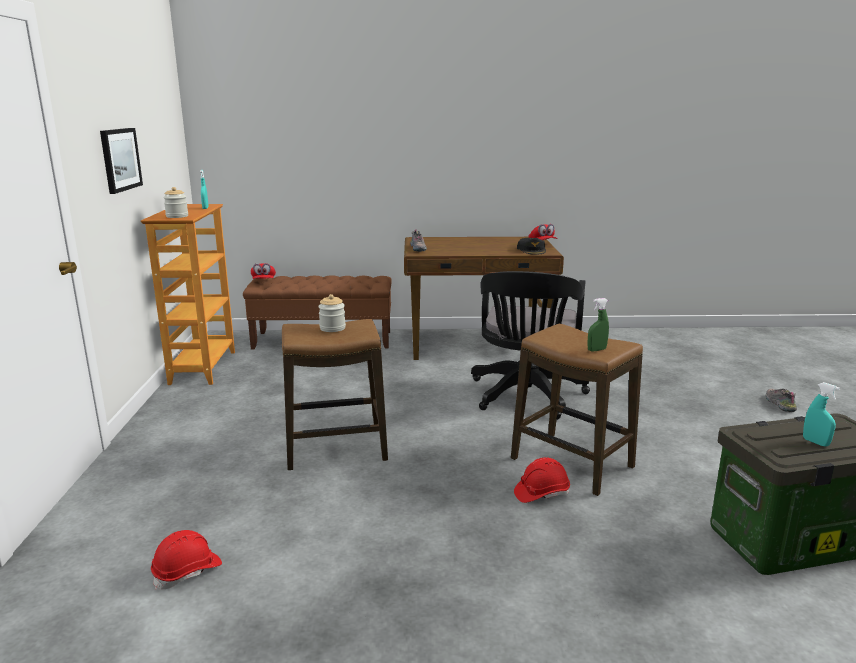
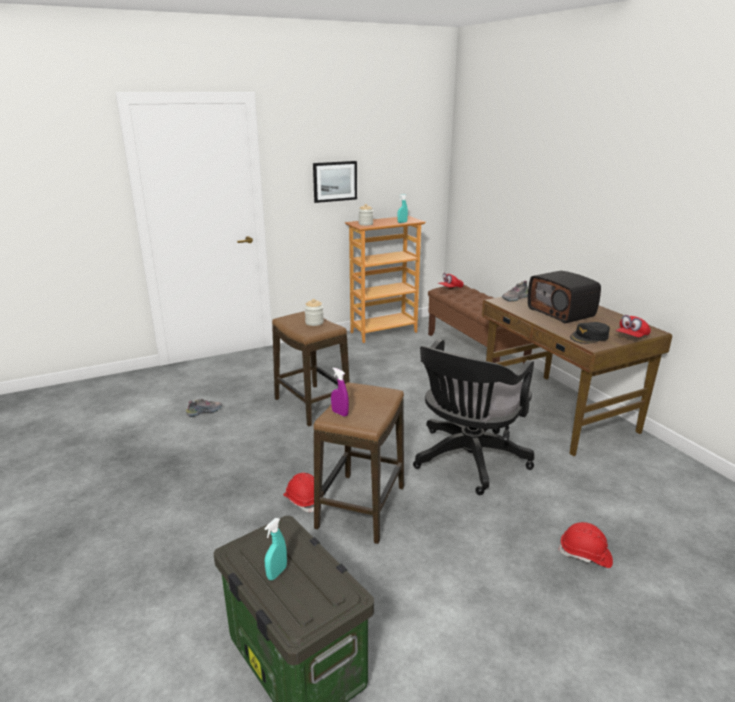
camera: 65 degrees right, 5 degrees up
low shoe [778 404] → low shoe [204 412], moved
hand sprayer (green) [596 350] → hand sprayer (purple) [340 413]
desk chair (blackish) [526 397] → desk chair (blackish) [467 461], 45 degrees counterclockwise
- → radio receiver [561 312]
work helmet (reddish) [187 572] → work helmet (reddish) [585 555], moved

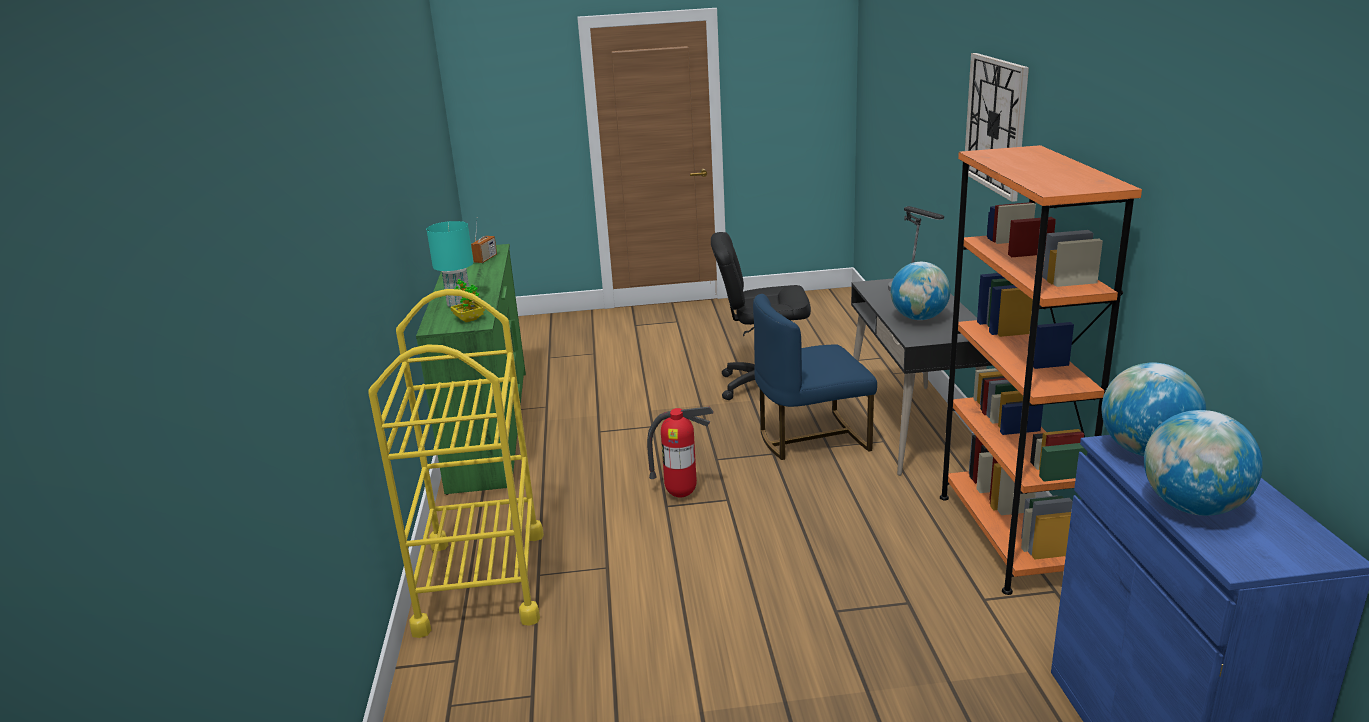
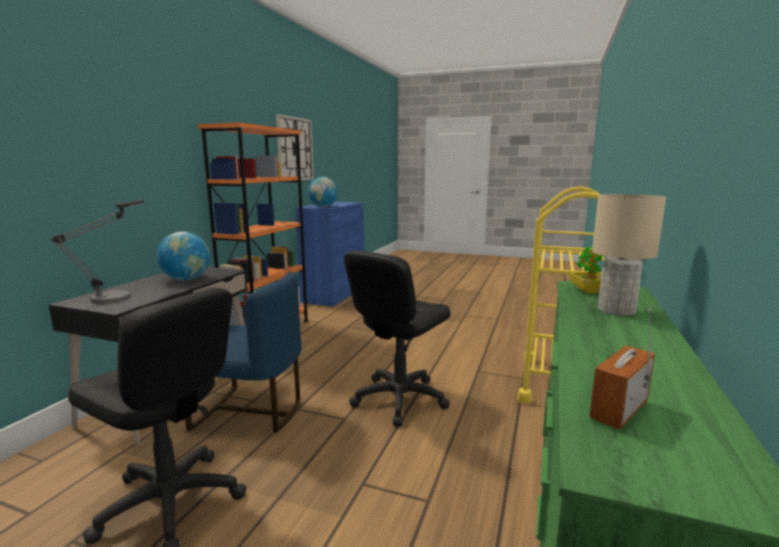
camera: 155 degrees left, 10 degrees down
wall clock [996 124] → wall clock [295 149], moved
fire extinguisher [681 494] → desk chair (blackish) [399 399]
lamp for a table (turquoise) [458 303] → lamp for a table (sand-coloured) [617 311]
globe [1193 507] → -

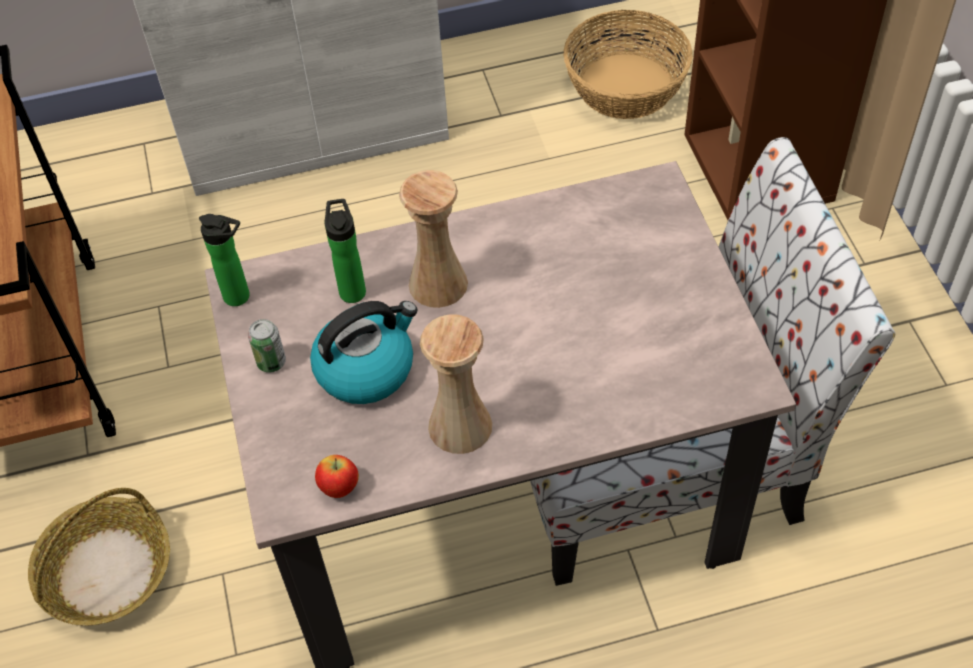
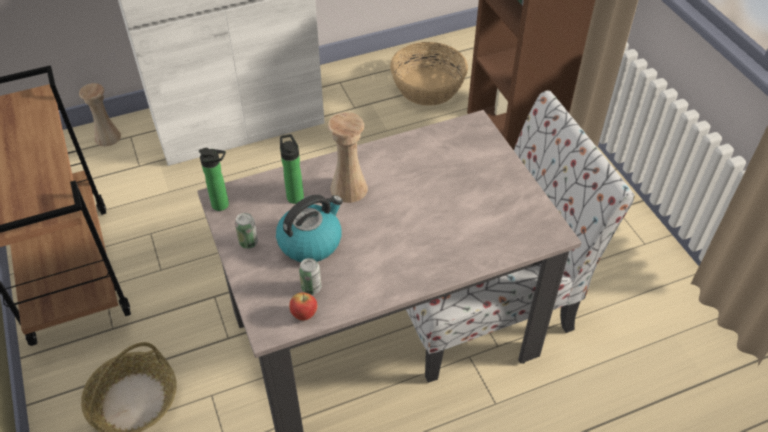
camera: 10 degrees left, 5 degrees down
flower vase (sand-coloured) [460 426] → flower vase (sand-coloured) [107 137], moved
- → can [311 288]

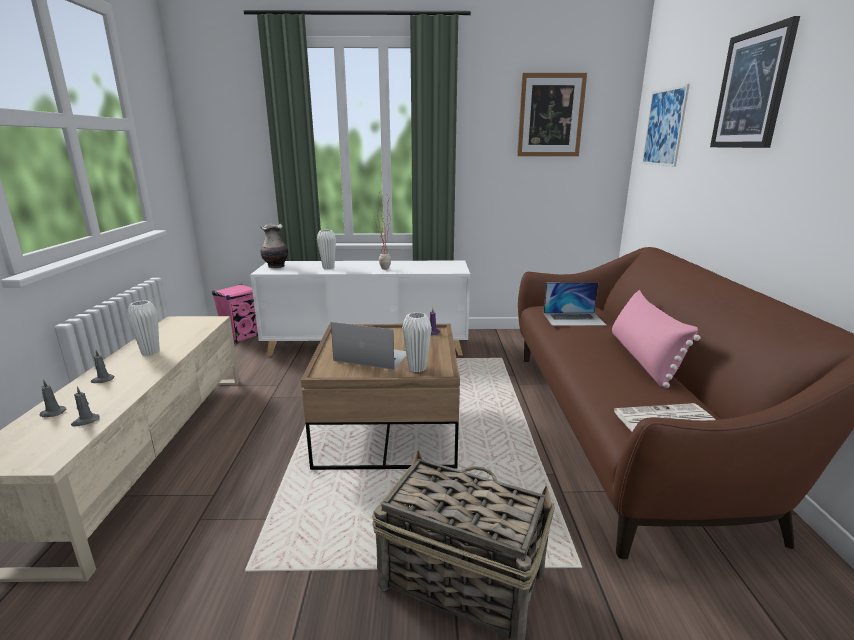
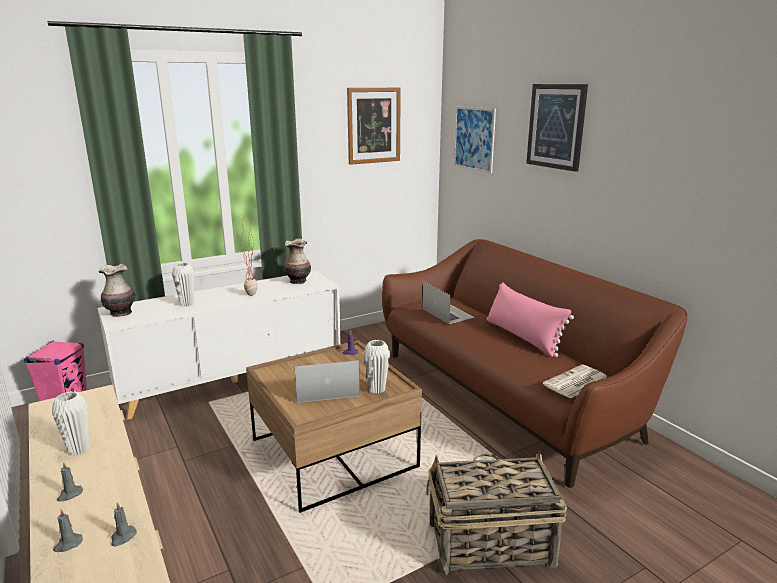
camera: 30 degrees left, 0 degrees up
- → flower vase [298 281]
laptop [574 319] → laptop [447 313], 90 degrees counterclockwise

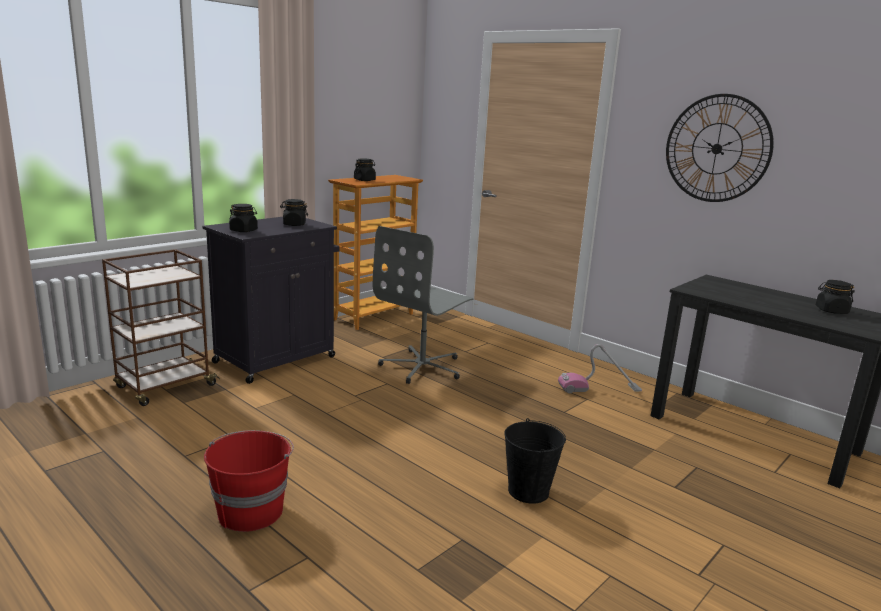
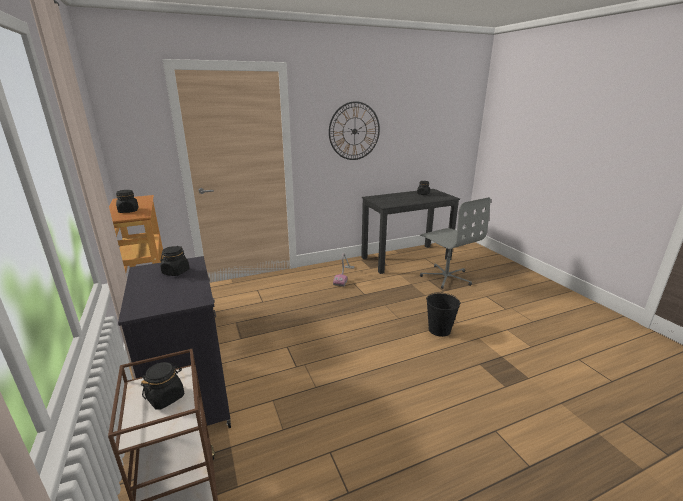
camera: 65 degrees left, 5 degrees up
preserve jar (blackish) [244 230] → preserve jar (blackish) [166 397], moved
desk chair (gray) [423 367] → desk chair (gray) [446 277], moved
bucket (reddish) [251 510] → -

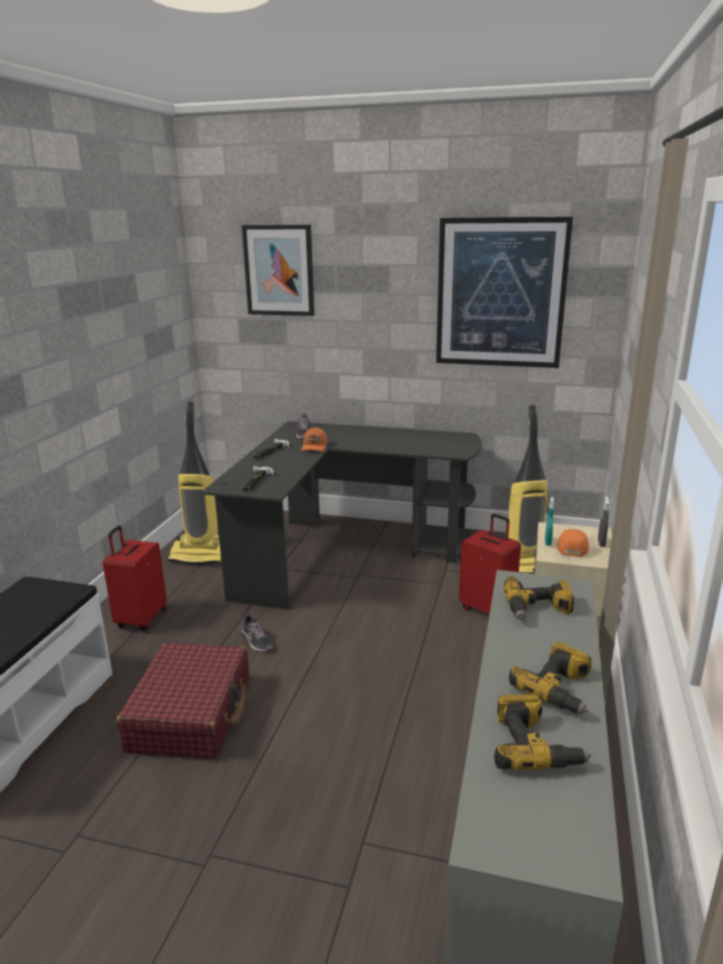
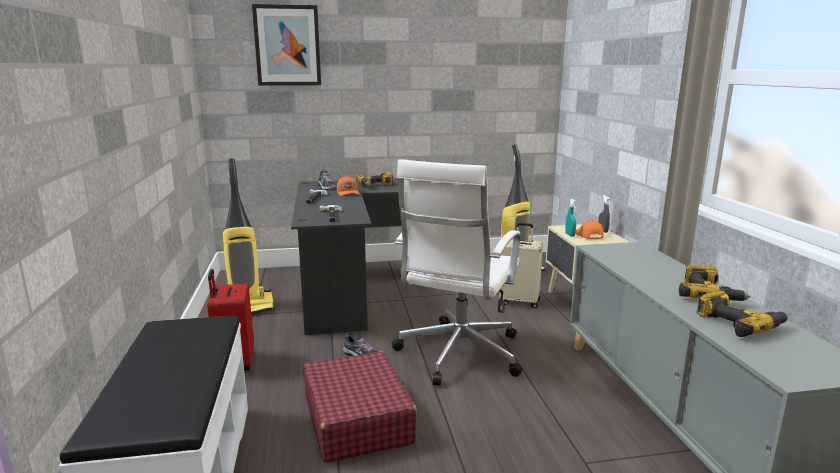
camera: 25 degrees left, 5 degrees down
power drill [538 609] → power drill [375 186], moved
- → desk chair (white-coloured) [458 355]
piece of luggage (reddish) [488 609] → piece of luggage (sand-coloured) [520 301]
wall picture [500 293] → -

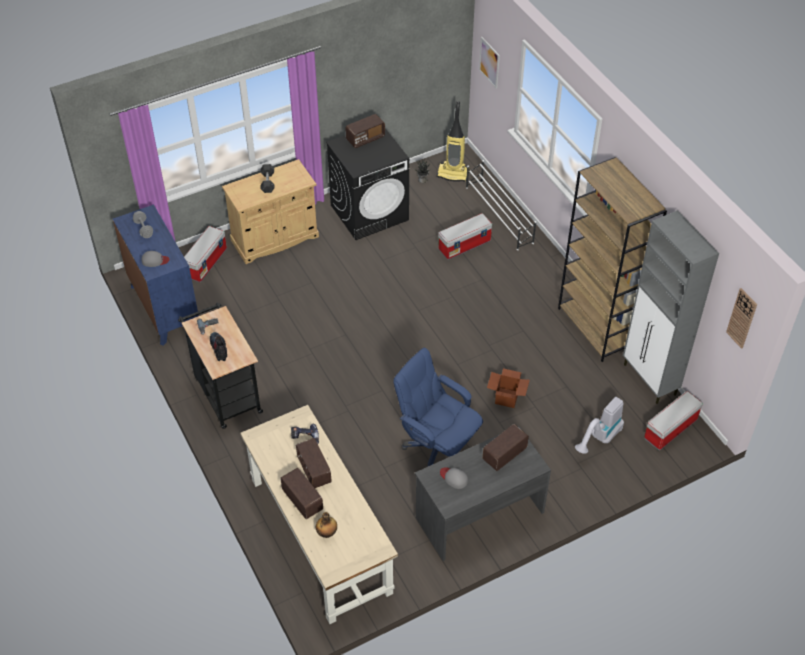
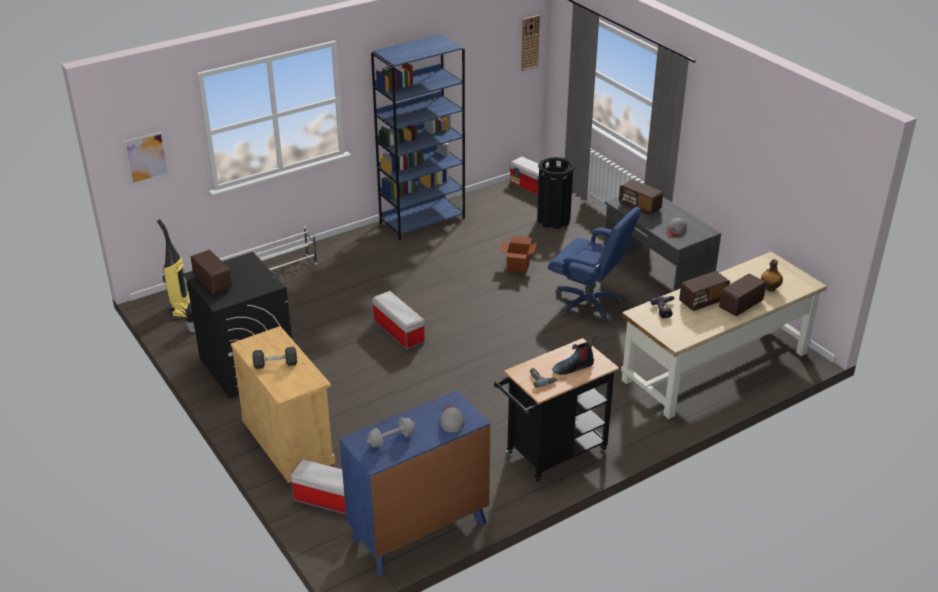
camera: 95 degrees left, 15 degrees down
bookshelf (brownish) [597 327] → bookshelf (bluish) [422 220]
storage container [464 245] → storage container [398 331], moved
vacuum cleaner [599 439] → rubbish bin (blackish) [553 220]
desk chair (bluish) [437 448] → desk chair (bluish) [589 303], 90 degrees counterclockwise
cabinet (gray) [650 380] → -

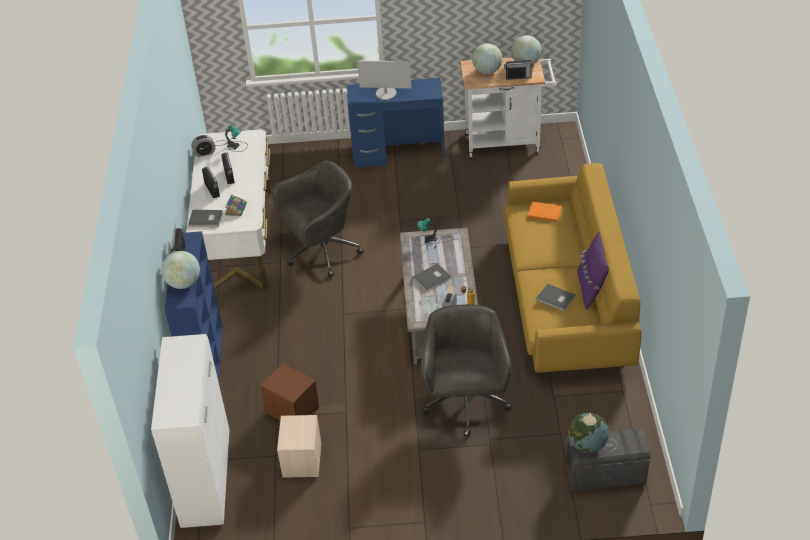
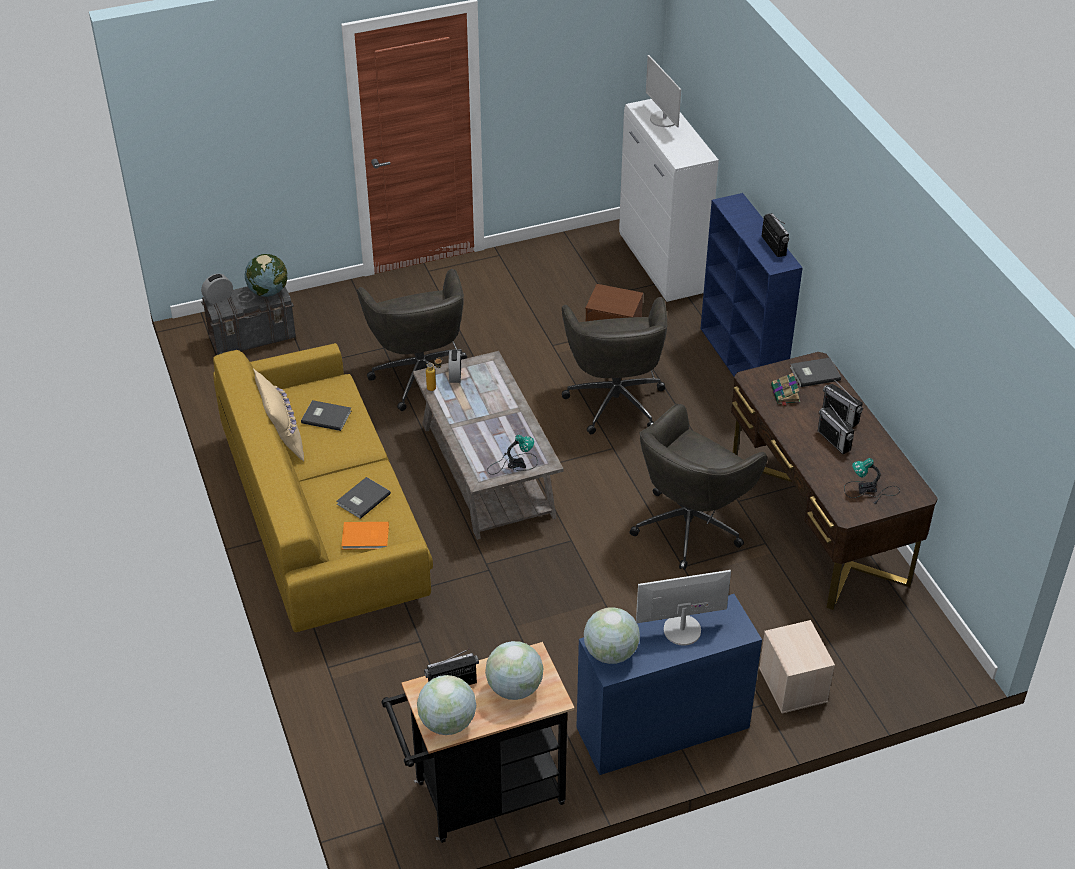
camera: 160 degrees right, 0 degrees up
table clock [204 153] → table clock [218 298], moved
pillow (purple) [591 289] → pillow (sand-coloured) [282 440]
volume (gray) [432 279] → volume (gray) [362 499], moved
trolley (white-coloured) [507 141] → trolley (blackish) [480 797]
- → desk chair (gray) [615 400]
globe [184 283] → globe [610 653], moved
- → computer display [664 119]
desk unit (white-coloured) [239 241] → desk unit (brownish) [817 520]
storage container (sand-coloured) [302 460] → storage container (sand-coloured) [792 684], moved

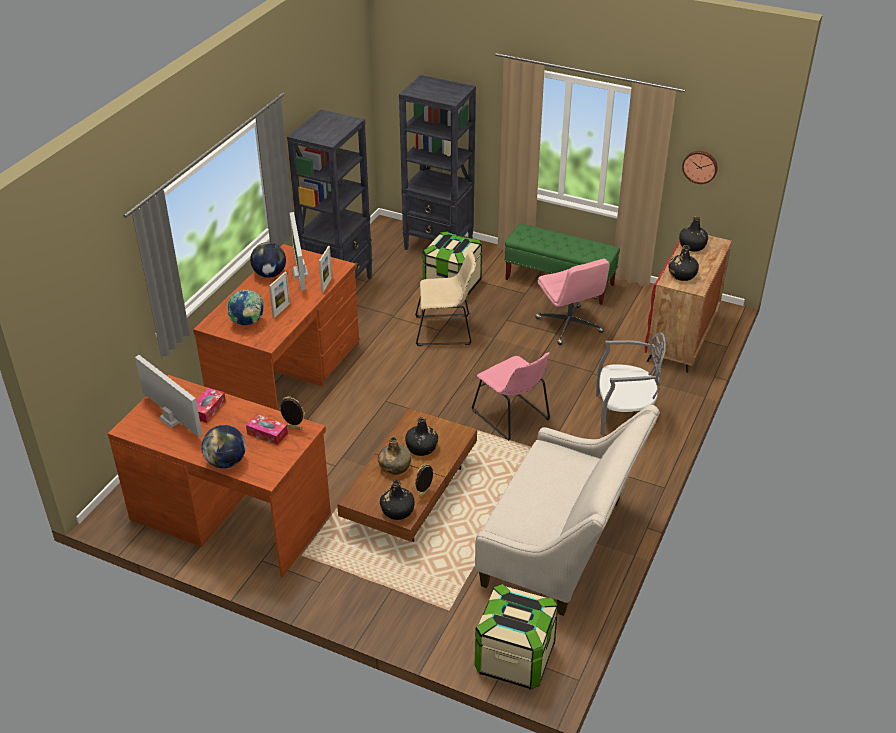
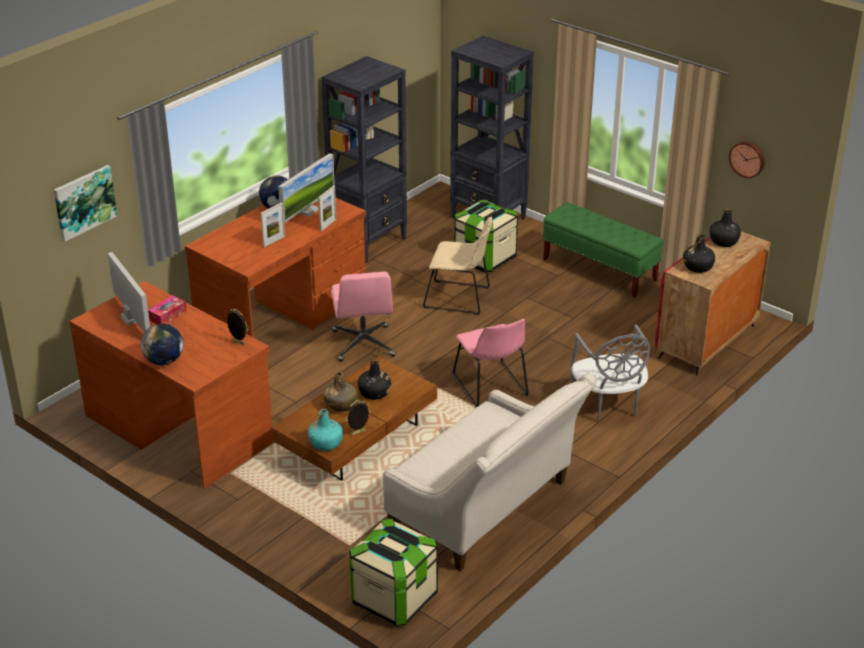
camera: 15 degrees right, 5 degrees down
- → wall picture [84 202]
computer display [300 272] → computer display [307 211], 150 degrees counterclockwise
drink bottle (blackish) [397 511] → drink bottle (turquoise) [326 443]
desk chair (pinkish) [569 326] → desk chair (pinkish) [363 344], moved
plain chair (gray) [623 415] → plain chair (gray) [608 404], 60 degrees clockwise
globe [248 323] → -
box of tissues [267 434] → -

